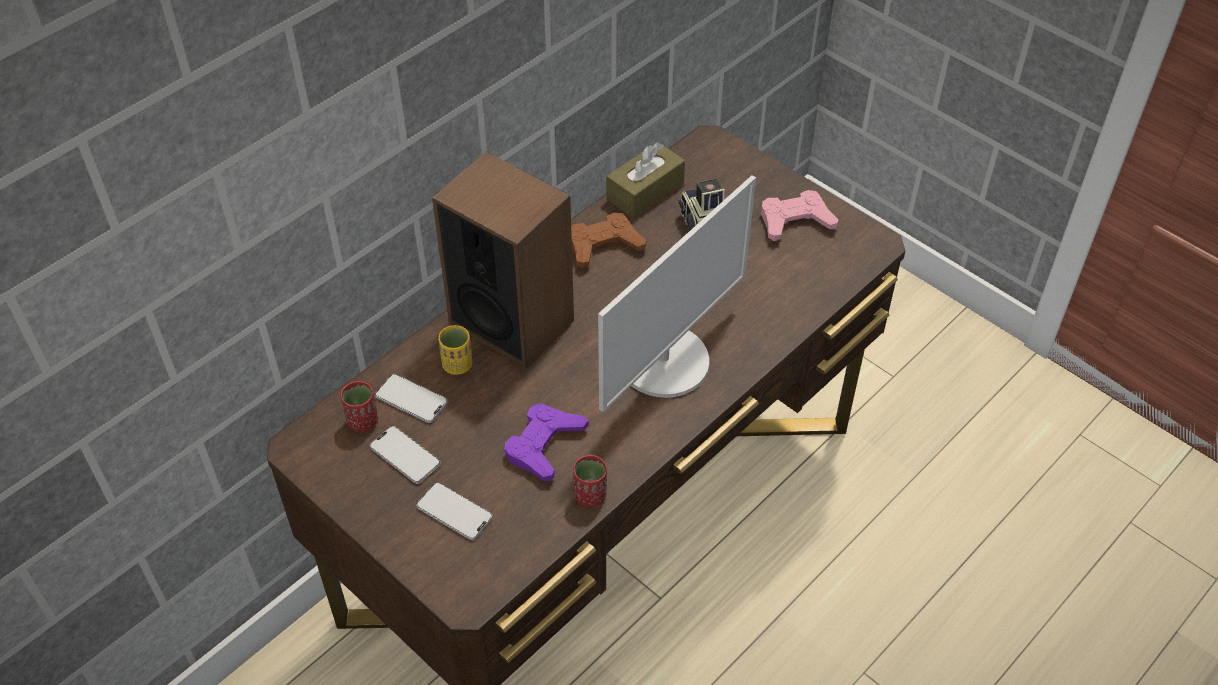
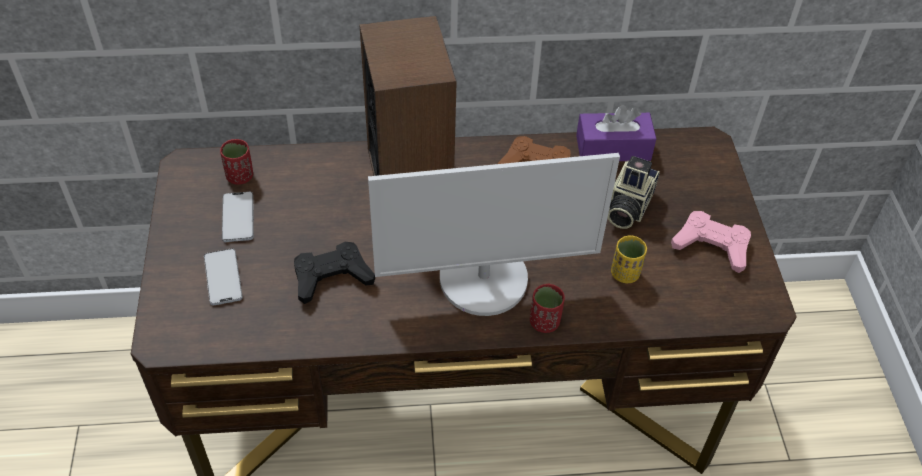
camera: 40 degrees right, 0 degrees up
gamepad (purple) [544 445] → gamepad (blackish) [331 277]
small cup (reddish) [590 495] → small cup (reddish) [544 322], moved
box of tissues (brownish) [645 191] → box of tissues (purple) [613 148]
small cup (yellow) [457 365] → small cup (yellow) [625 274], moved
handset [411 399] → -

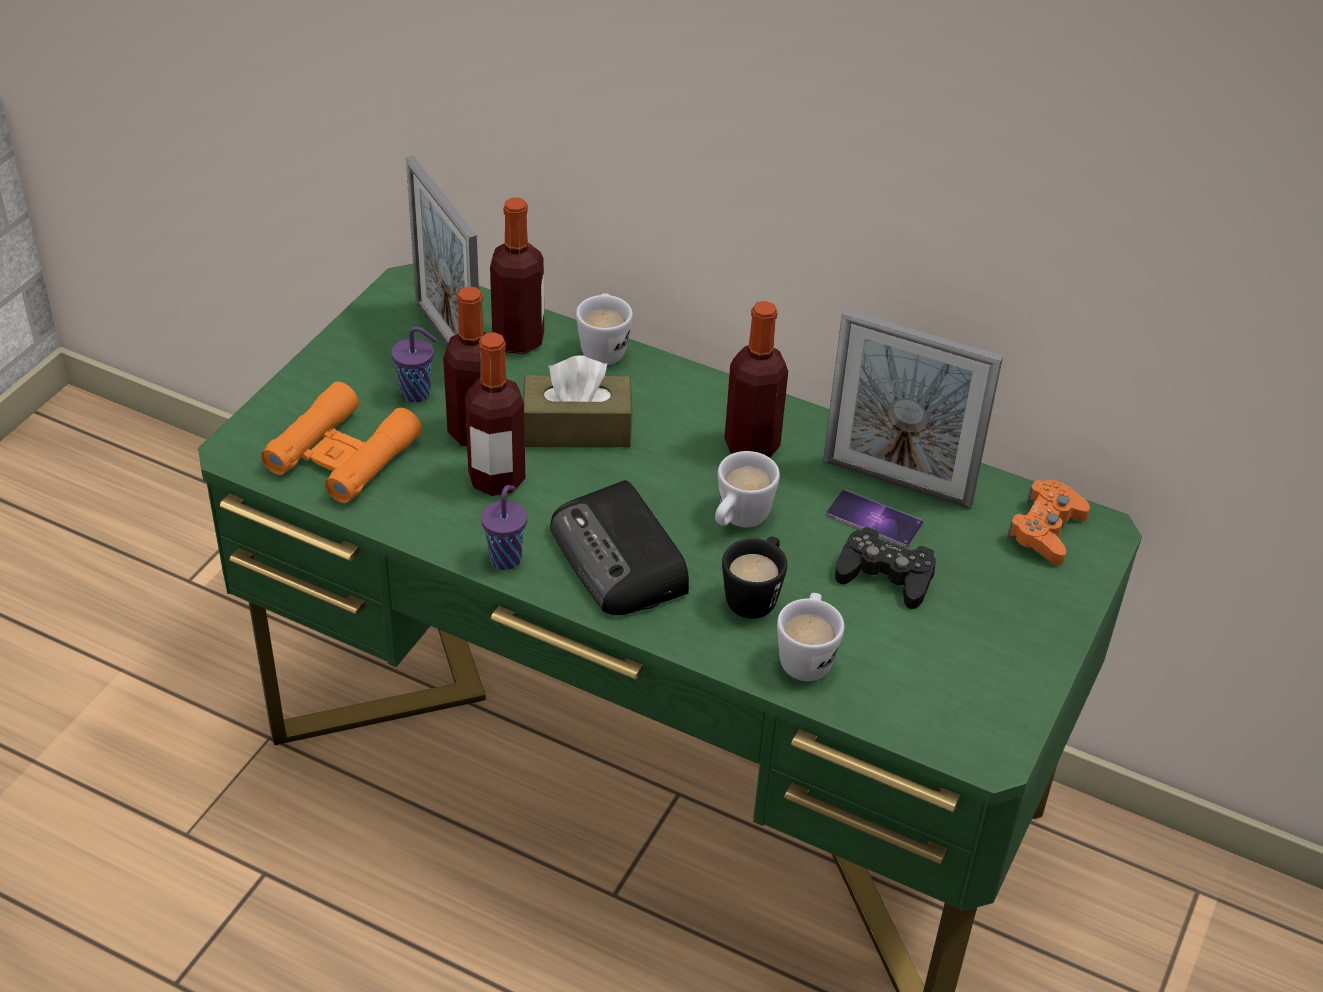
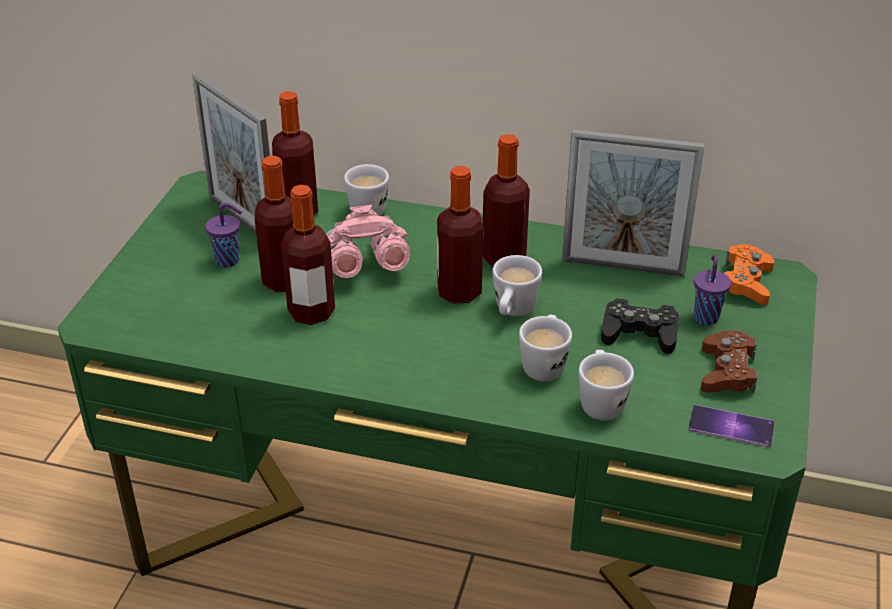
camera: 10 degrees left, 5 degrees down
box of tissues (brownish) [577 429] → binoculars (pinkish) [364 266]
- → drink bottle [459 292]
tea mug (blackish) [755 595] → tea mug (white-coloured) [544 364]
handset [874 519] → handset [731 426], moved
small cup (purple) [506 557] → small cup (purple) [706 316], moved
- → gamepad (brownish) [727 372]
binoculars (orange-coloured) [342 455] → -
radio receiver [620 560] → -

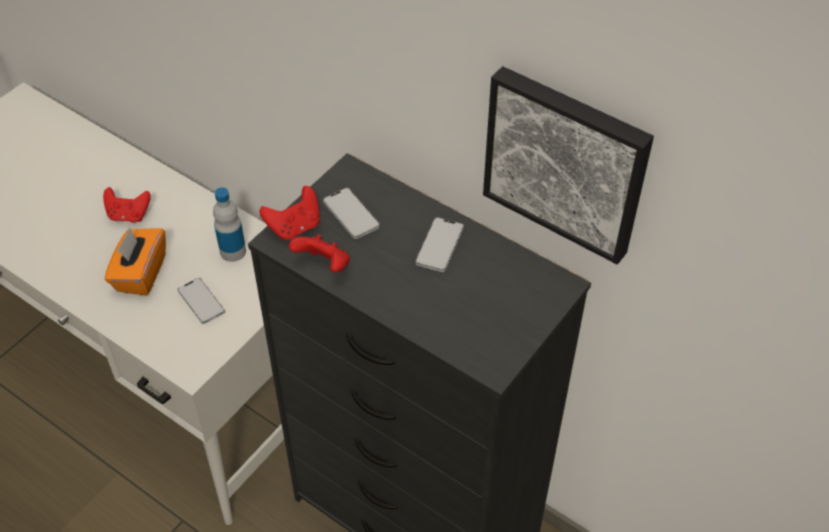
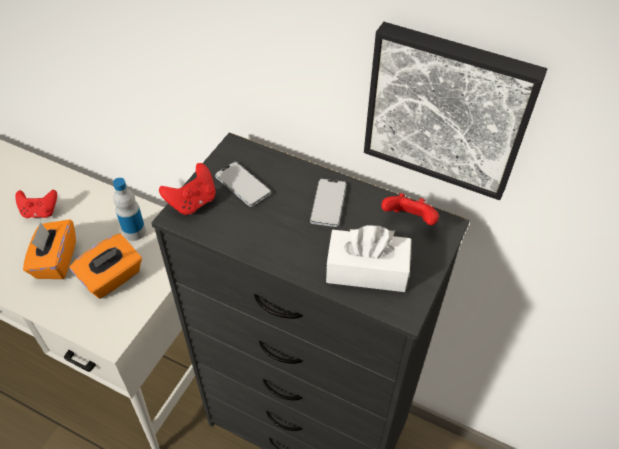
camera: 10 degrees left, 0 degrees up
handset [201 301] → box of tissues (orange-coloured) [112 278]
- → box of tissues (white-coloured) [367 270]
gamepad (reddish) [324 265] → gamepad (reddish) [409 220], moved

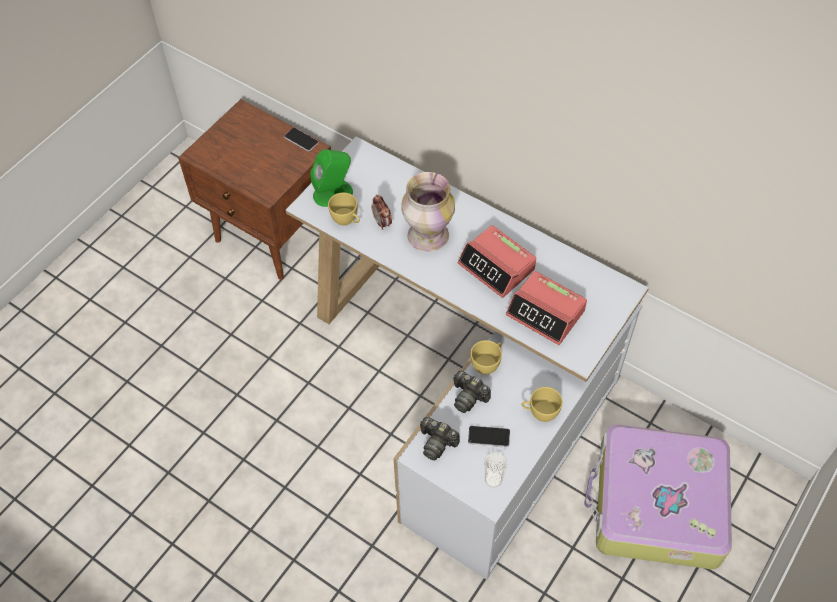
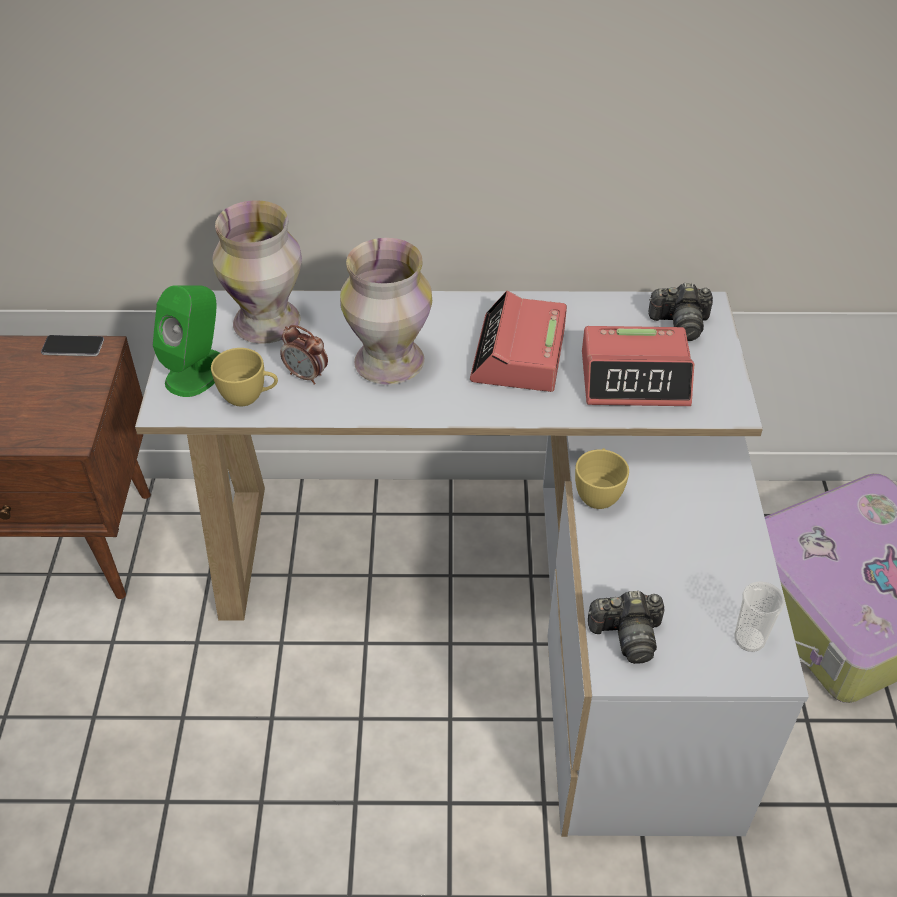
camera: 35 degrees left, 10 degrees down
- → flower vase [267 324]
table clock [497 267] → table clock [518 355], 90 degrees clockwise
still camera [468 397] → still camera [680 324], moved
handset [489 436] → -
small cup (yellow) [539 413] → -

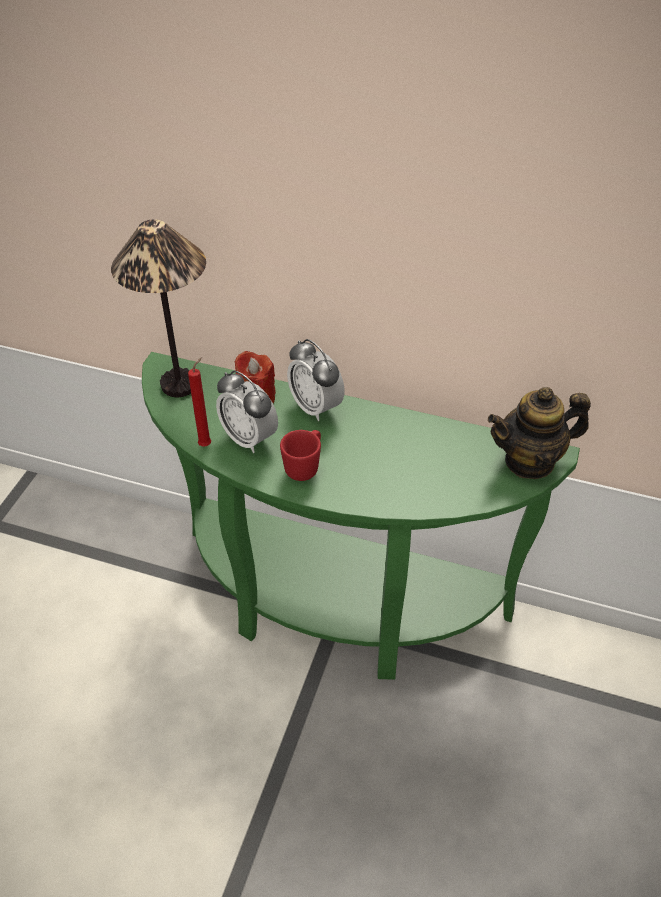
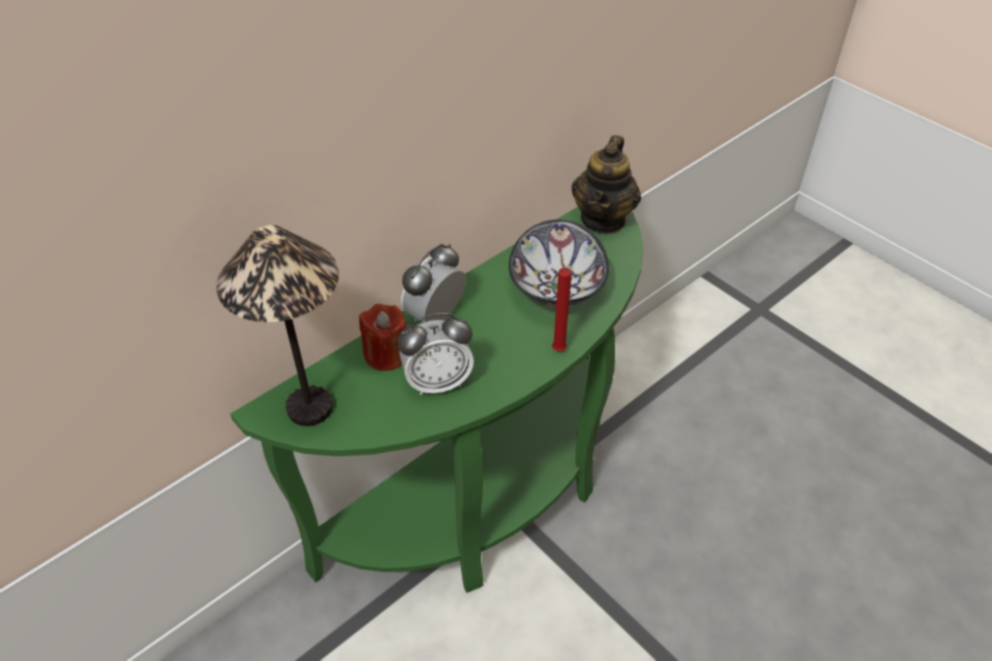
camera: 60 degrees left, 0 degrees up
table clock [315 407] → table clock [435 317], 135 degrees clockwise
- → bowl [555 287]
wax candle (reddish) [207 444] → wax candle (reddish) [558 348], moved
tea mug (reddish) [305 466] → -

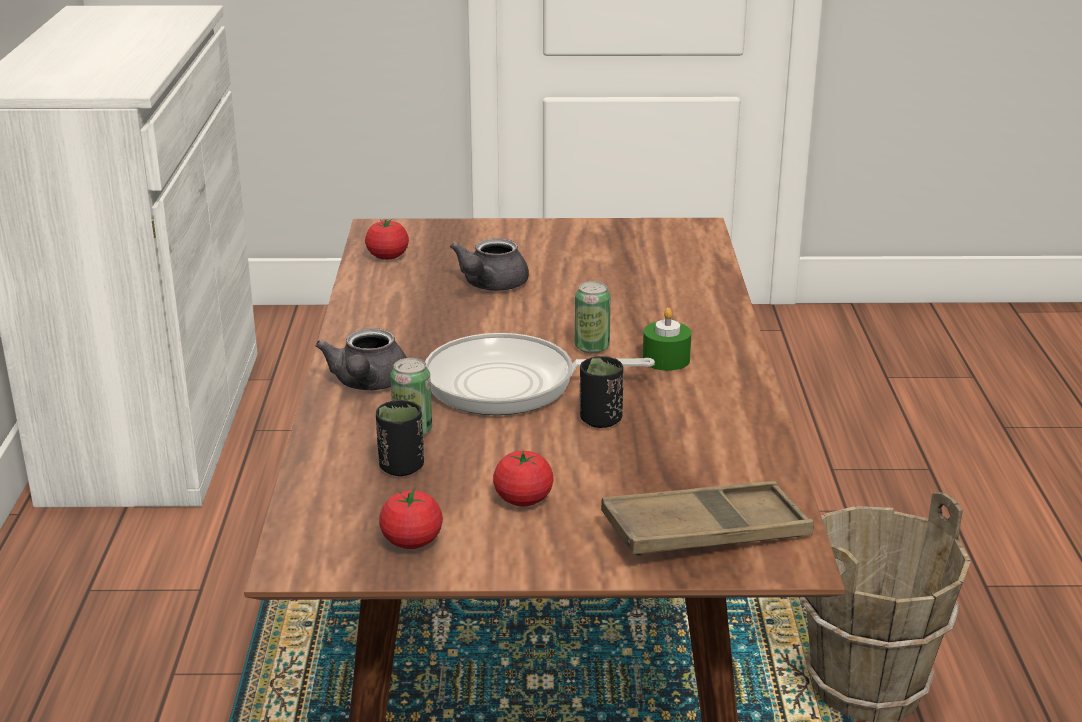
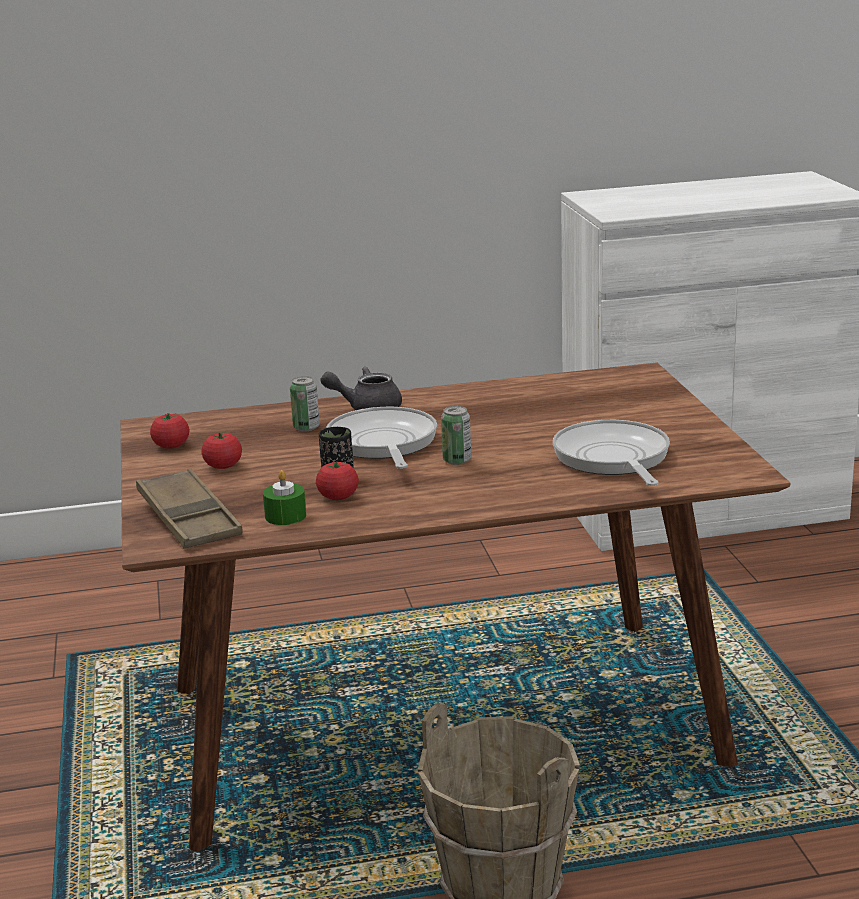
camera: 80 degrees right, 5 degrees down
wax candle (green) [666 359] → wax candle (green) [285 516], moved
whole tomato [387 256] → whole tomato [338 497], moved
- → frying pan [613 459]
small cup (blackish) [401 467] → -
teapot (gray) [490 286] → -

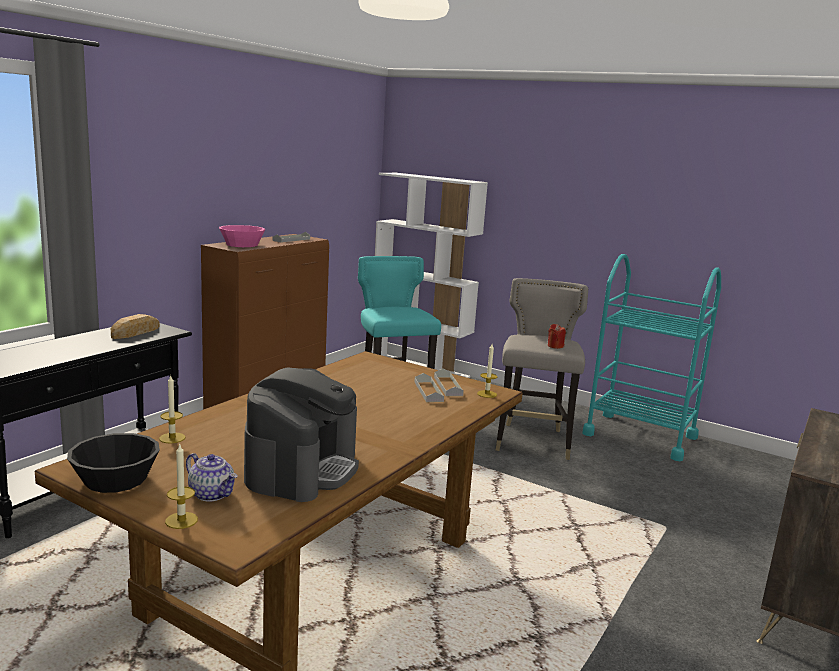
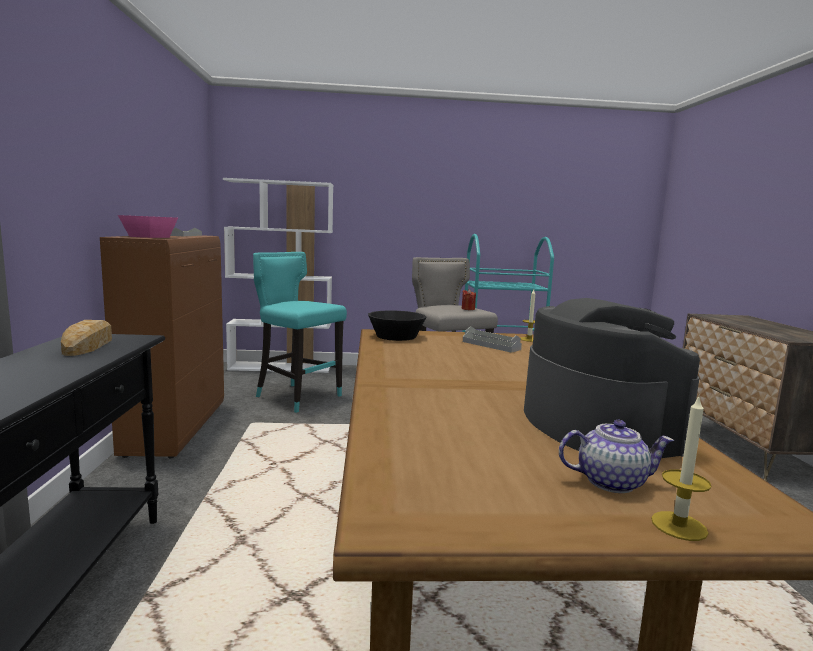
camera: 35 degrees left, 5 degrees down
bowl (blackish) [115 479] → bowl (blackish) [396 336], moved
wax candle [172 438] → -

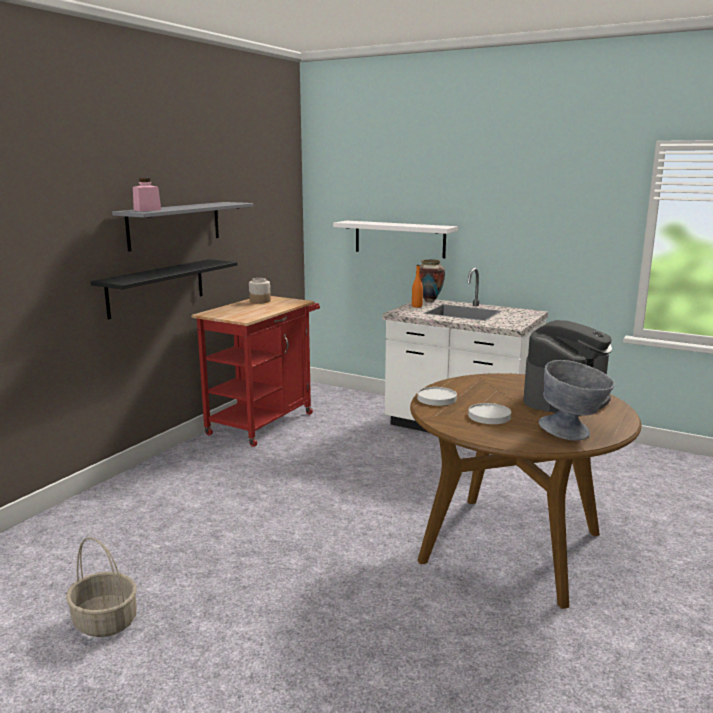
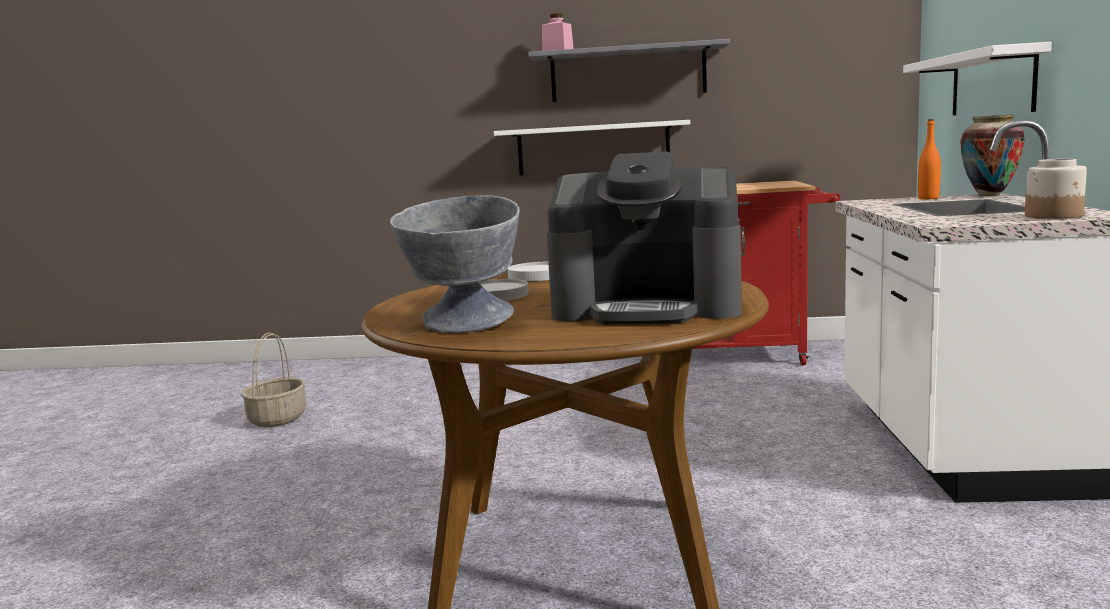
camera: 65 degrees right, 5 degrees down
bracket shelf (blackish) [156 288] → bracket shelf (white-coloured) [593 148]
preserve jar [260 301] → preserve jar [1054 216], moved

